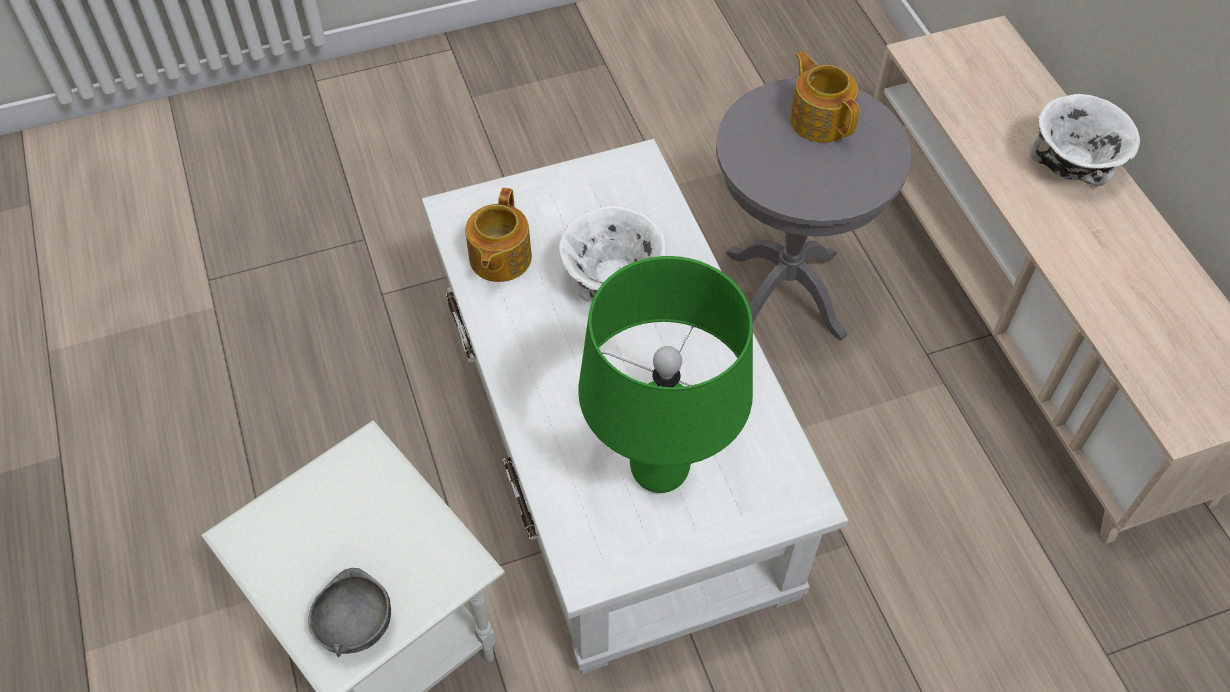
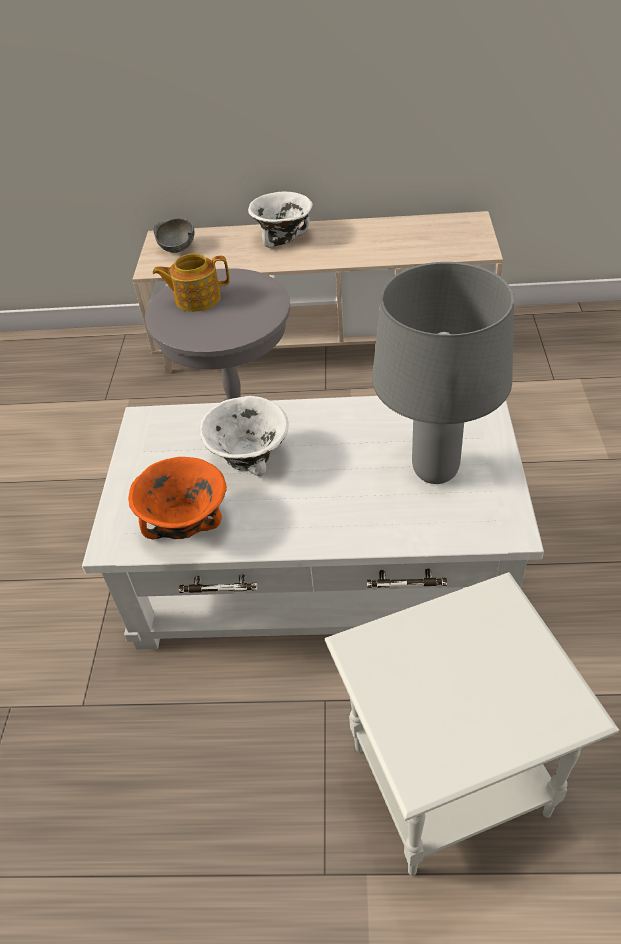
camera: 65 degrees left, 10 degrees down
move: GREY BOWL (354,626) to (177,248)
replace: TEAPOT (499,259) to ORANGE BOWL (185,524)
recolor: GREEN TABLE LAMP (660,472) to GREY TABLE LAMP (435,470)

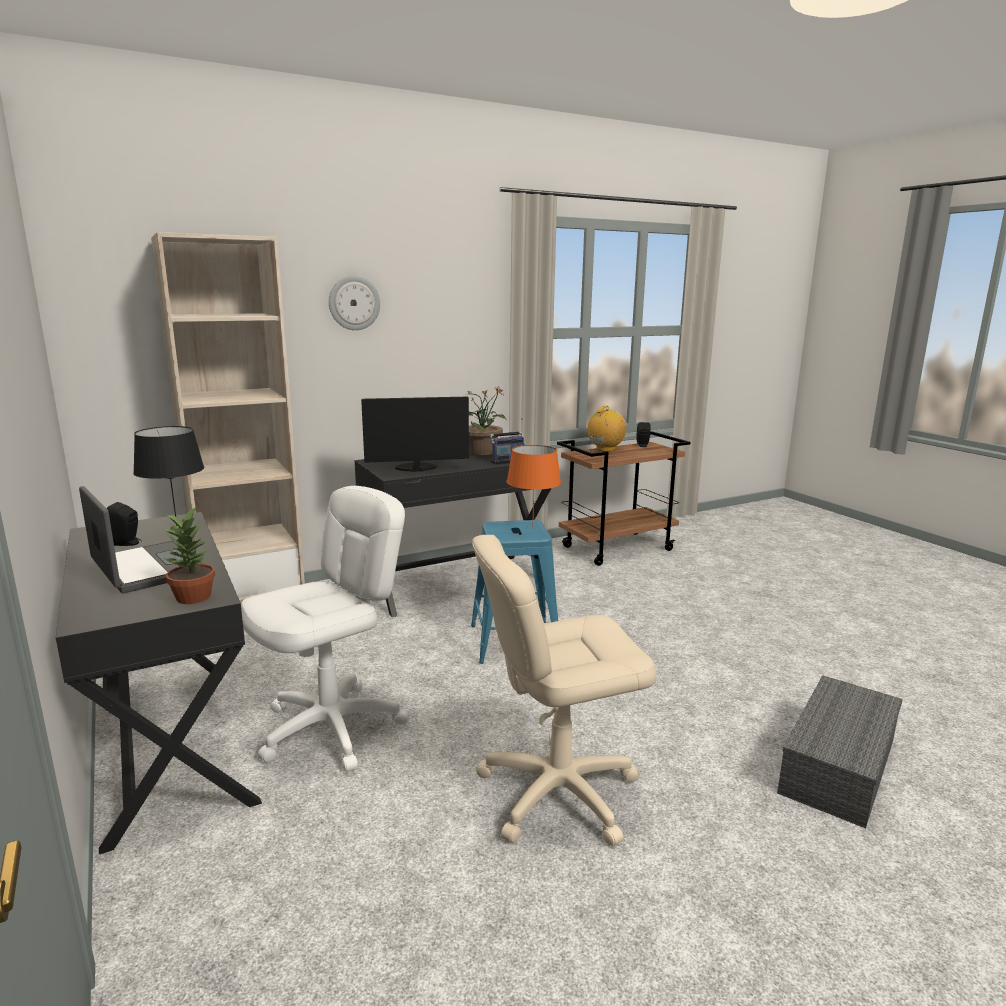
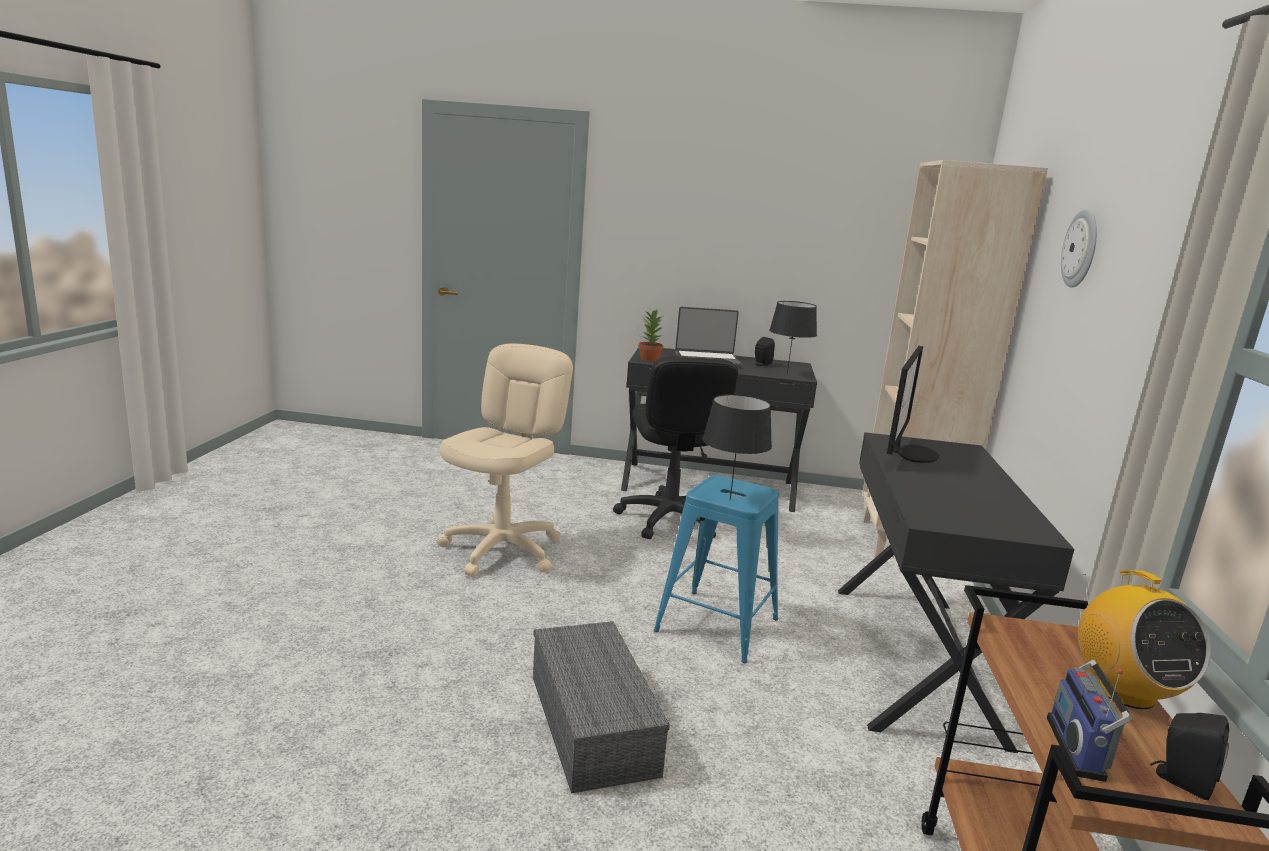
camera: 125 degrees right, 0 degrees up
delete: POTTED PLANT (482,452)
move: GREY STORAGE BOX (836,764) to (595,725); RADIO (507,461) to (1080,749)
recolor: WHITE OFFICE CHAIR (332,728) to BLACK OFFICE CHAIR (669,519); ORANGE TABLE LAMP (533,528) to BLACK TABLE LAMP (730,500)

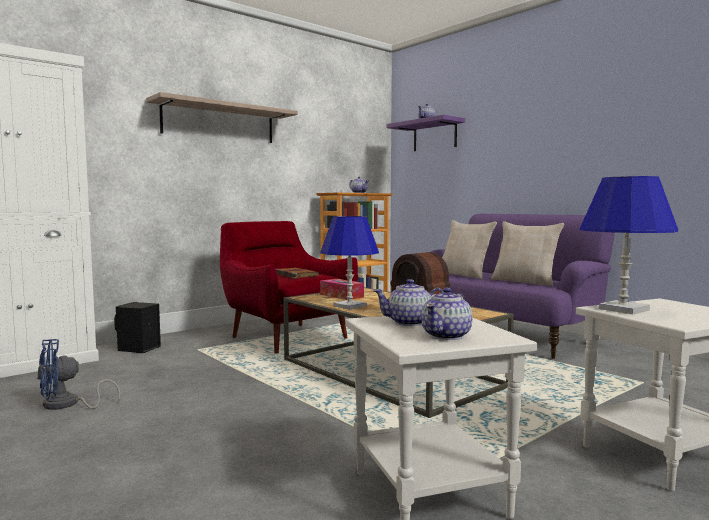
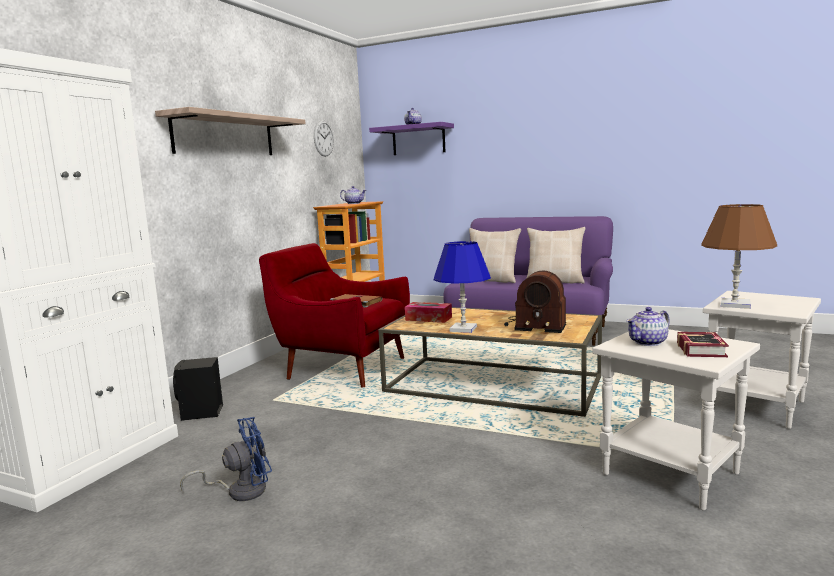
camera: 25 degrees left, 5 degrees up
insert: WALL CLOCK (323,138)
replace: TEAPOT (447,336) to BOOK (702,349)
recolor: BLUE TABLE LAMP (623,309) to BROWN TABLE LAMP (734,305)
rotate: BLUE FAN (67,405) = (240,491) 150 degrees counterclockwise

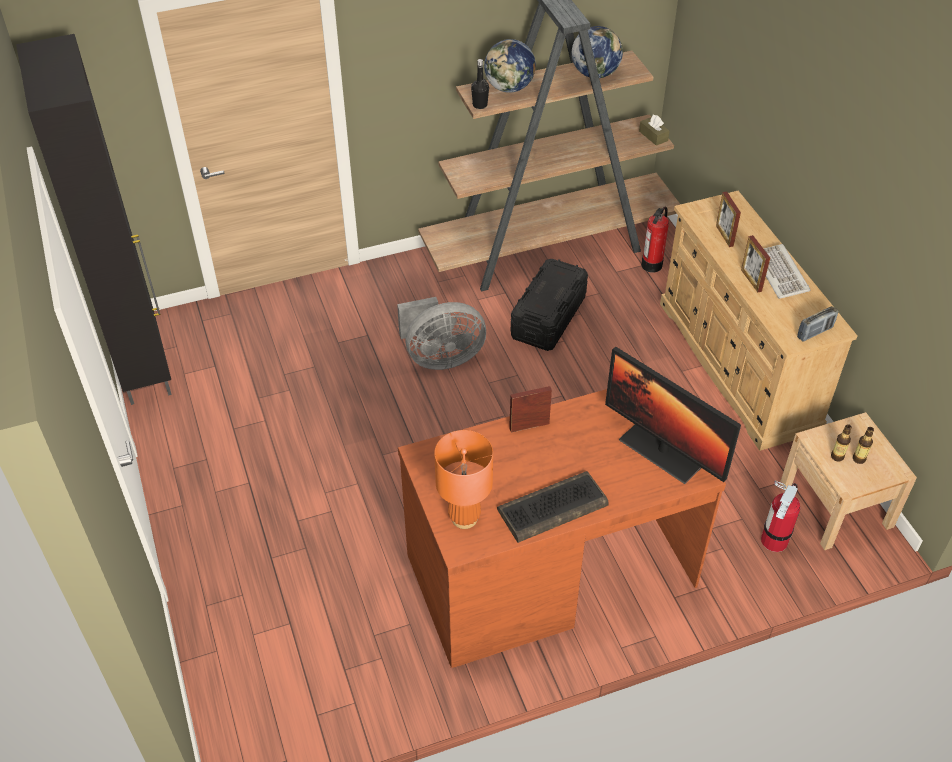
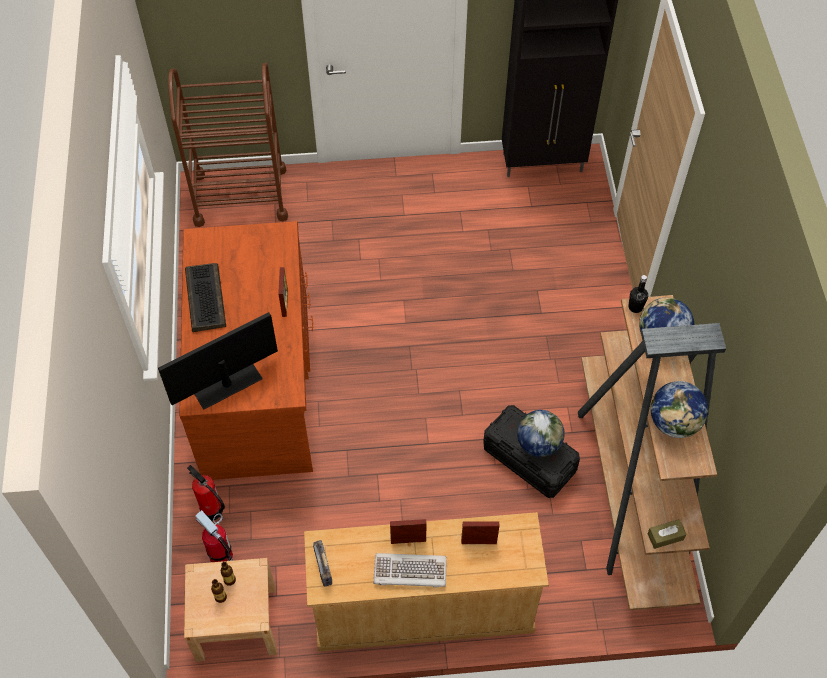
camera: 105 degrees right, 10 degrees up
delete: GREY FAN (441,357); ORANGE TABLE LAMP (464,518)
insert: BROWN CART (240,196); GLOBE (538,444)
move: FIRE EXTINGUISHER (652,265) to (211,510)

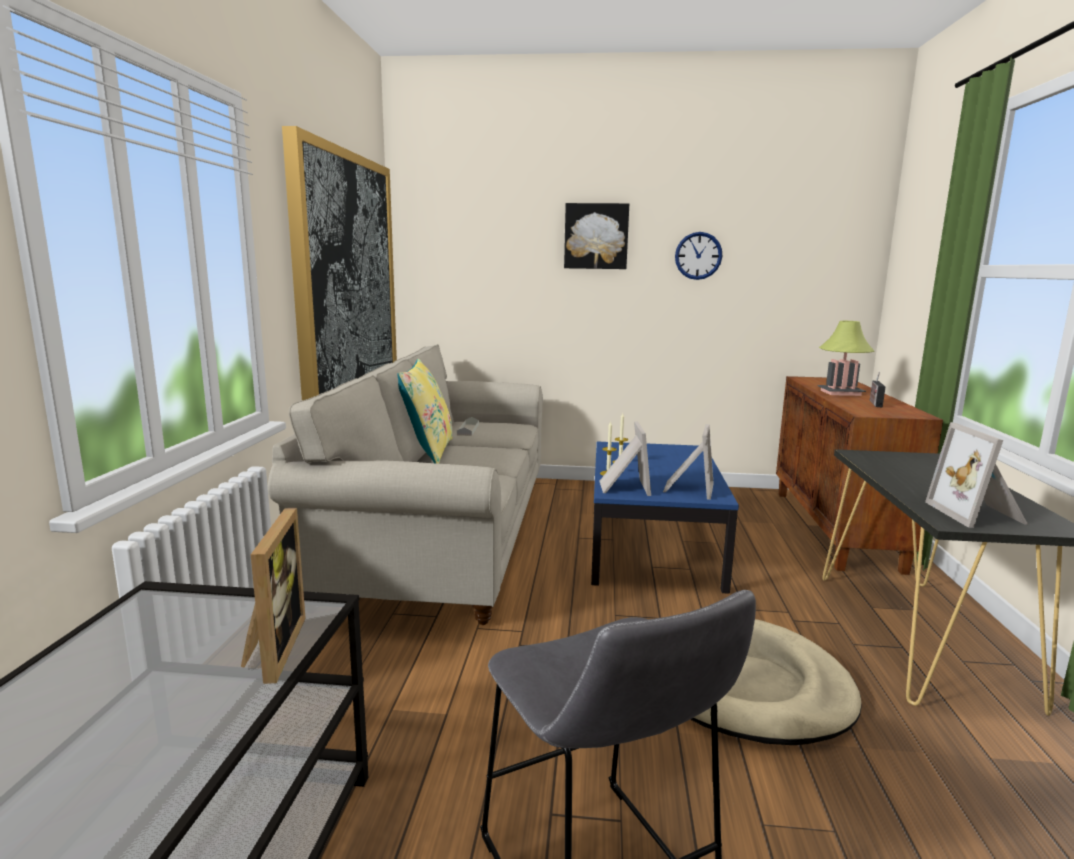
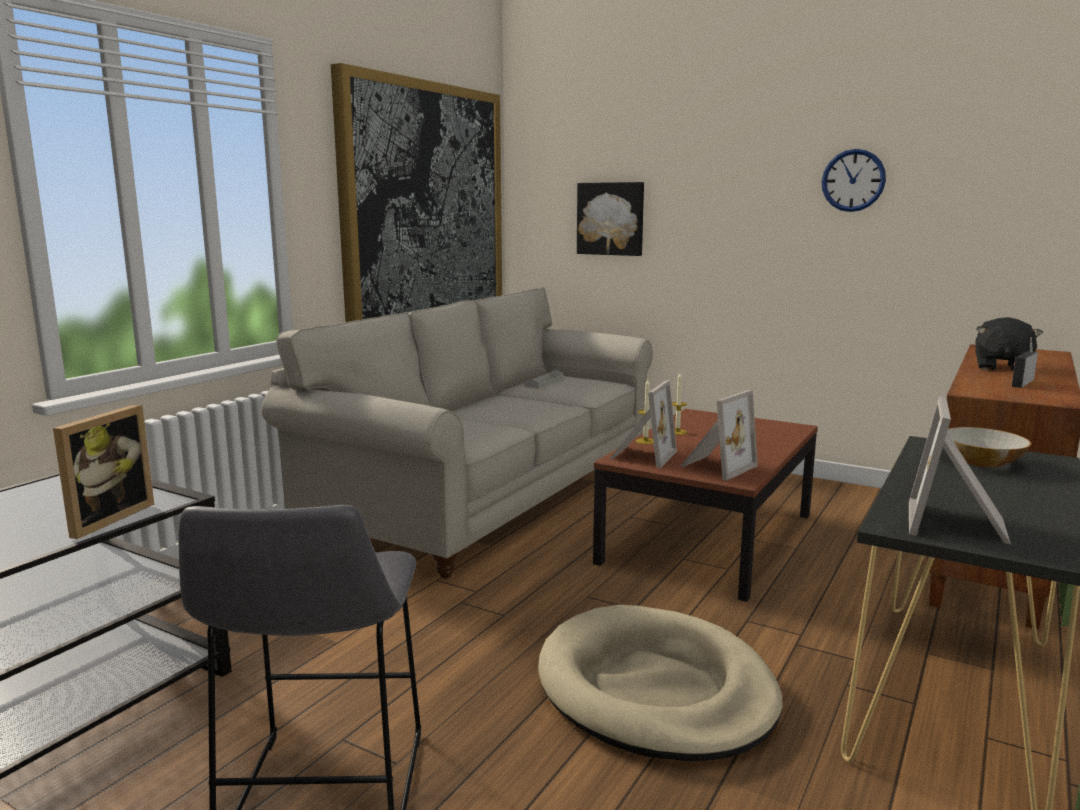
camera: 25 degrees right, 0 degrees up
delete: YELLOW PILLOW (428,451)
insert: BOWL (980,461)
move: PICTURE (596,236) to (611,218)
replace: TABLE LAMP (840,393) to BLACK PLUSH TOY (1001,367)
recolor: BLUE COFFEE TABLE (651,545) to BROWN COFFEE TABLE (708,538)

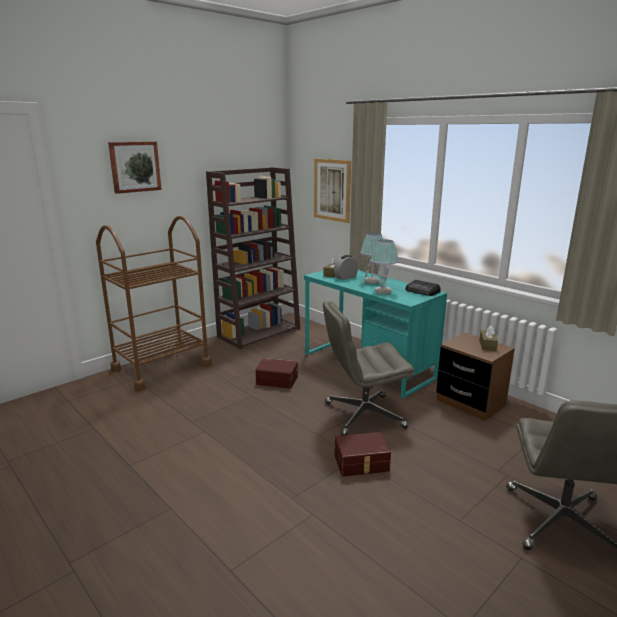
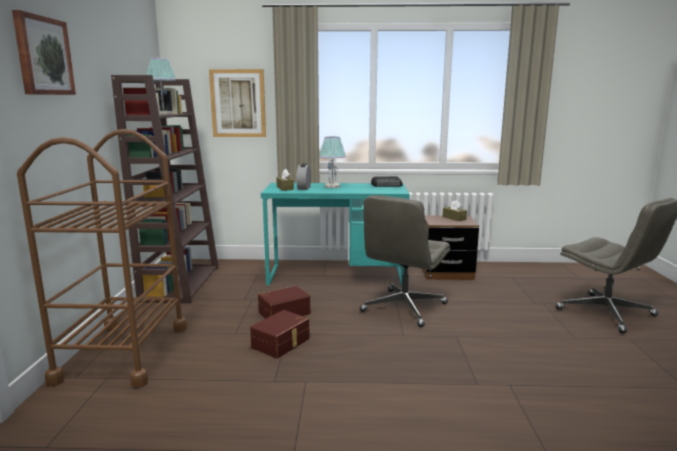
camera: 45 degrees left, 5 degrees down
move: TABLE LAMP (383,291) to (163,113); BROWN STORAGE BOX (362,463) to (282,343)

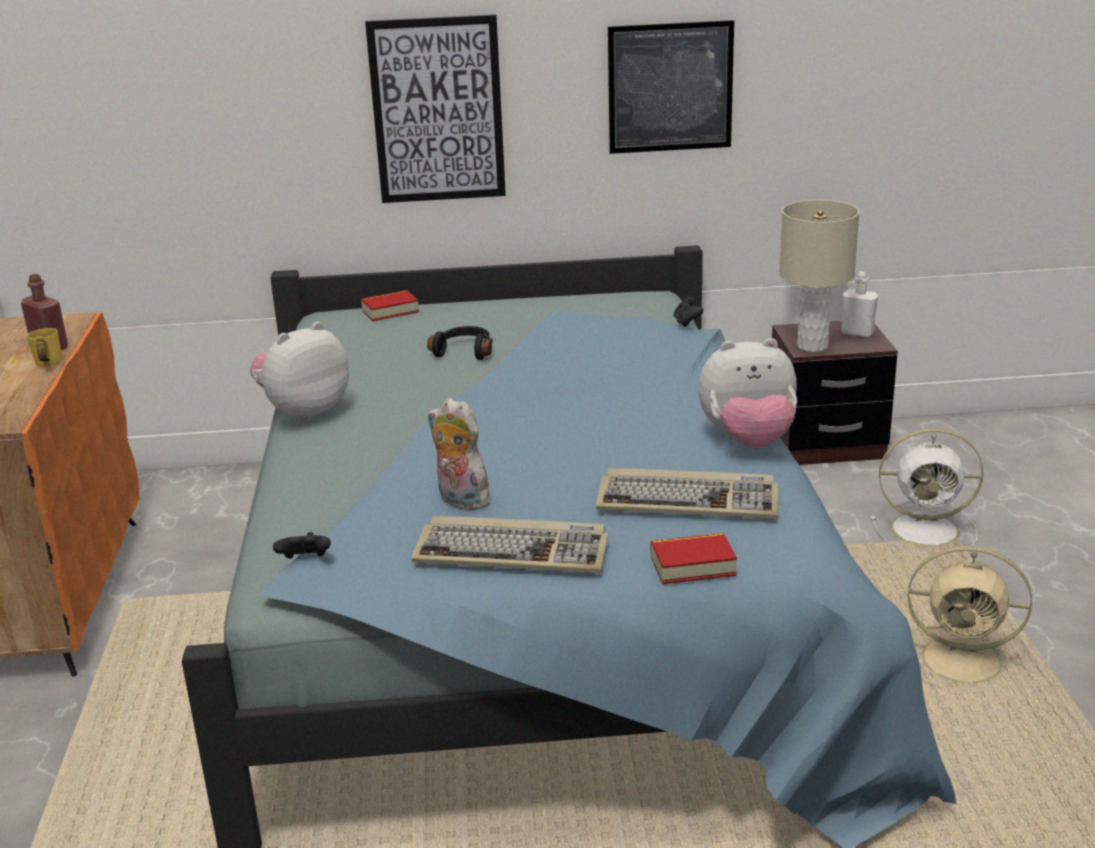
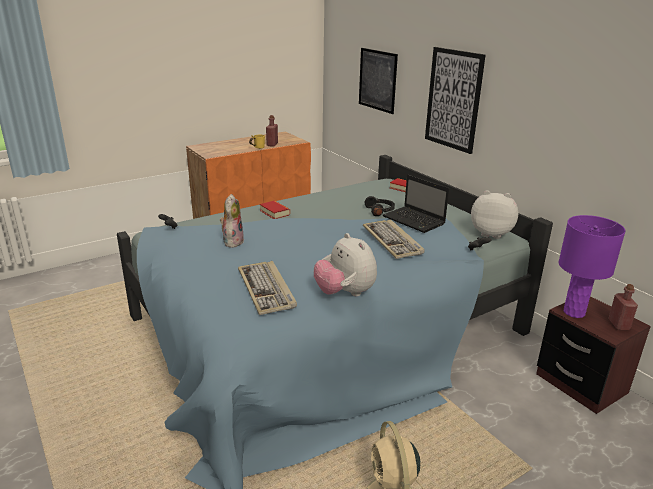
camera: 60 degrees right, 0 degrees up
delete: WHITE FAN (928,530)
insert: LAPTOP (415,221)
move: BOOK (692,565) to (275,213); PICTURE (670,87) to (377,80); KEYBOARD (513,551) to (393,241); PLUSH TOY (303,412) to (491,233)
recolor: BEIGE TABLE LAMP (811,346) to PURPLE TABLE LAMP (573,312); WHITE BOTTLE (857,333) to RED BOTTLE (618,325)

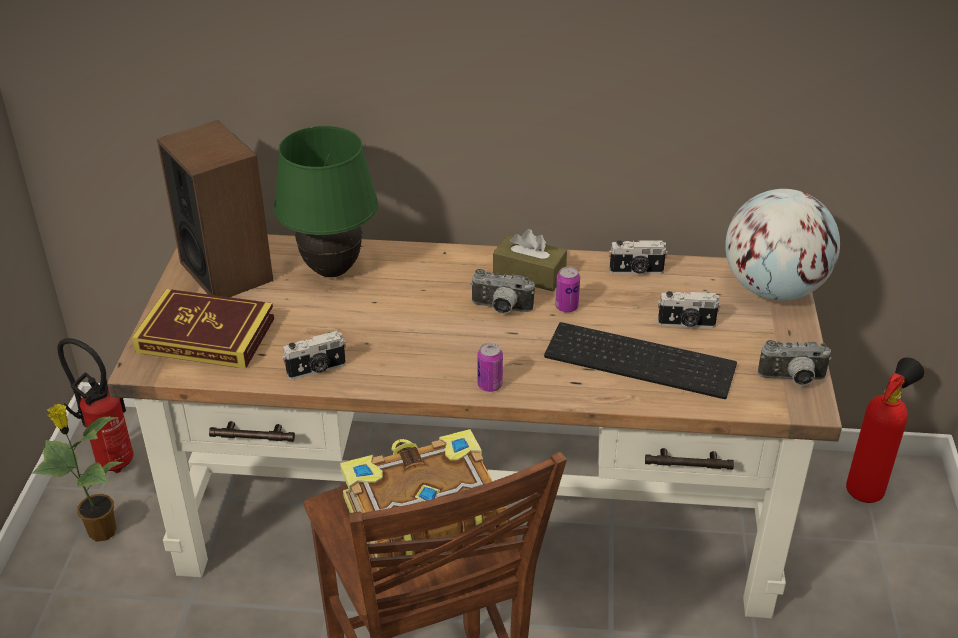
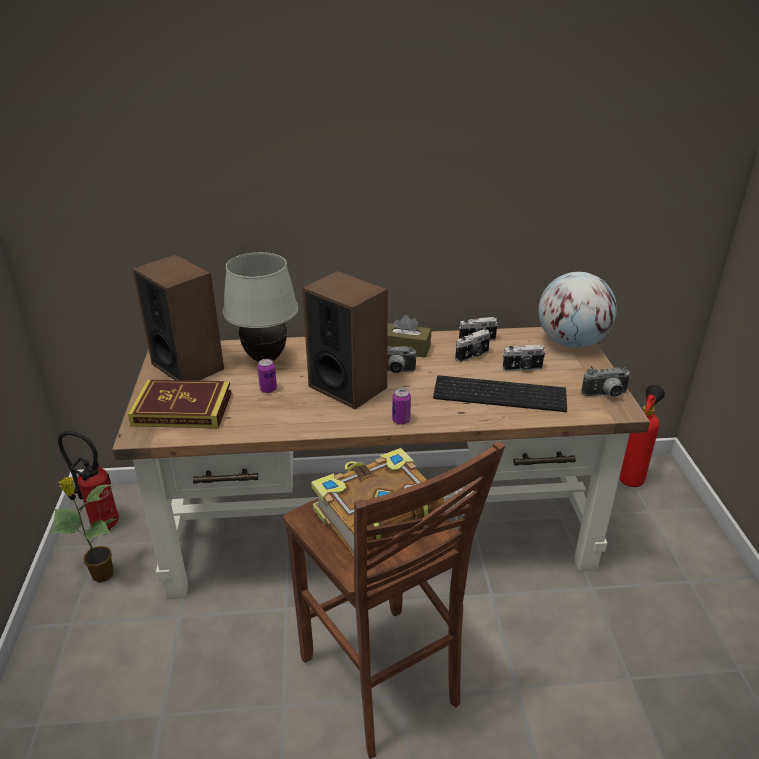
camera: 10 degrees left, 5 degrees down
insert: SPEAKER (347,386)
move: CAN (566,307) to (268,389); PHOTO CAMERA (317,370) to (473,356)
recolor: GREEN TABLE LAMP (332,270) to WHITE TABLE LAMP (266,358)

